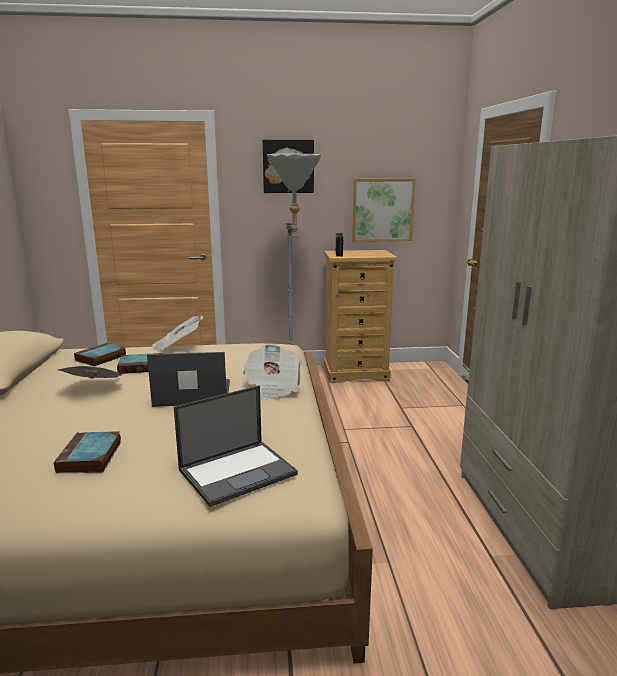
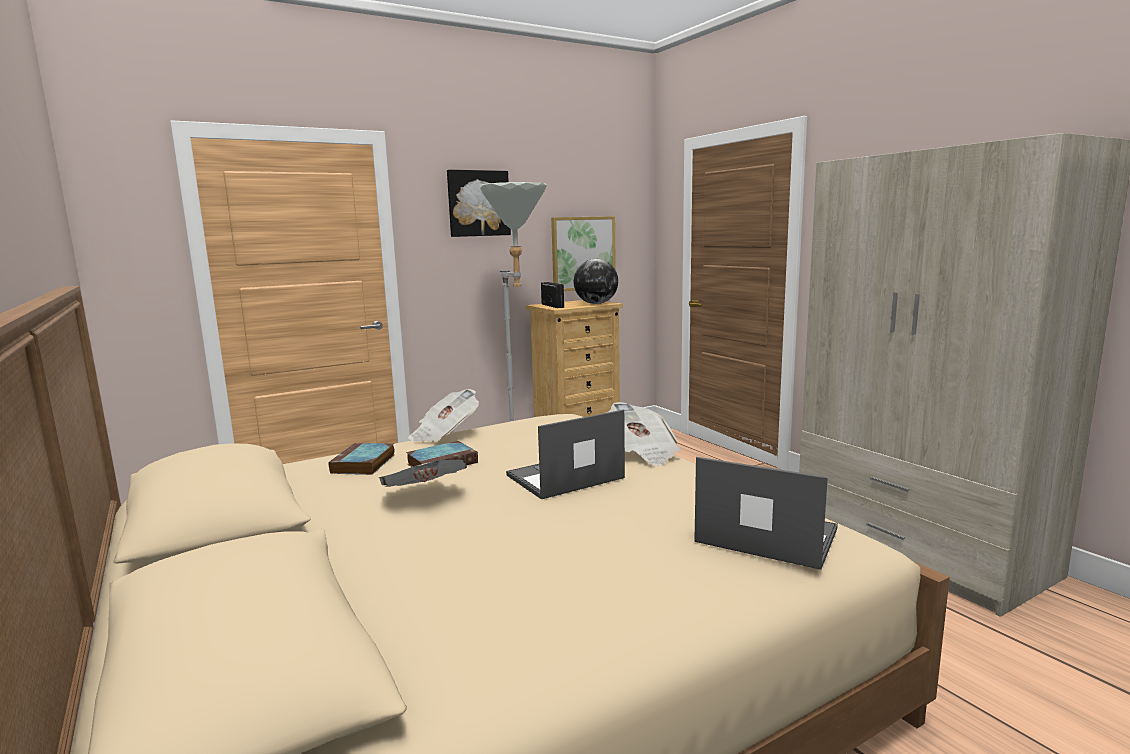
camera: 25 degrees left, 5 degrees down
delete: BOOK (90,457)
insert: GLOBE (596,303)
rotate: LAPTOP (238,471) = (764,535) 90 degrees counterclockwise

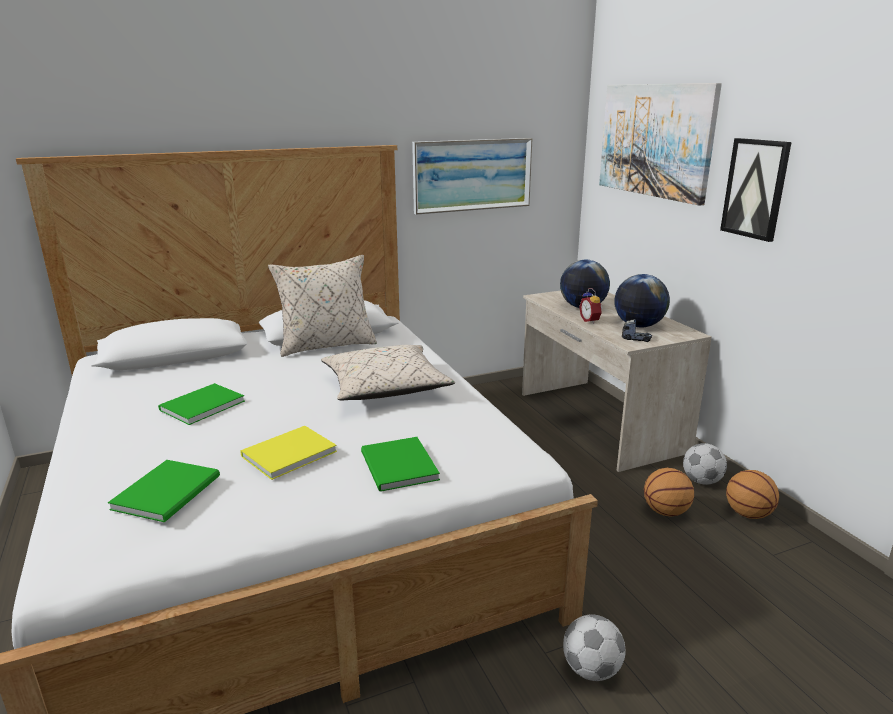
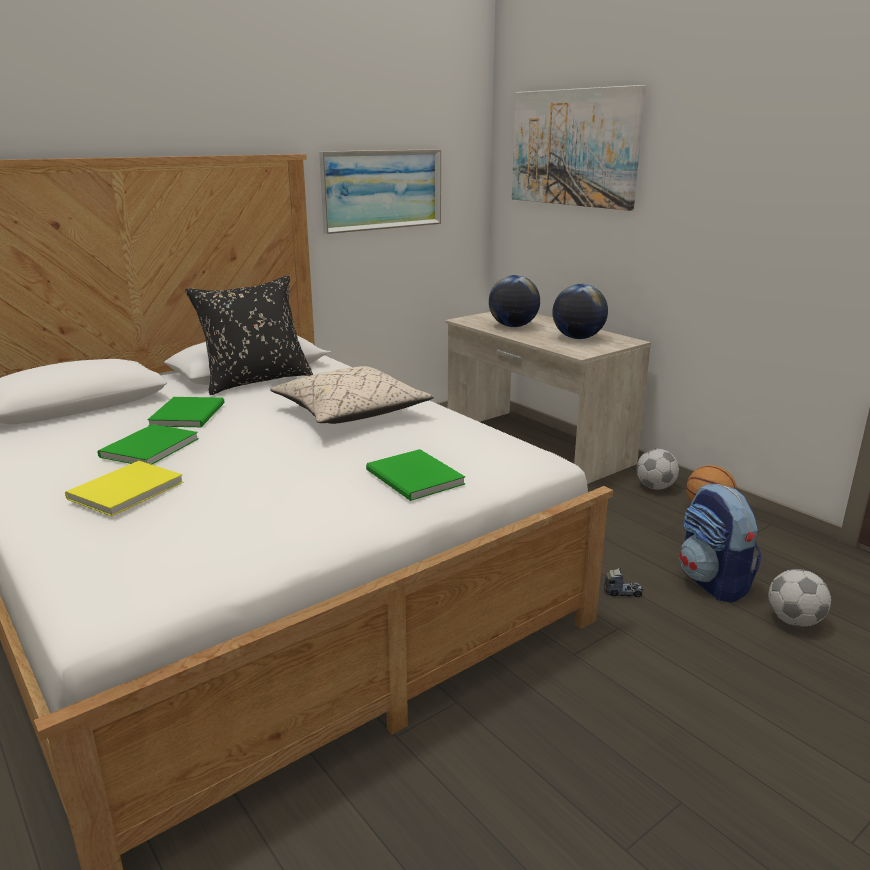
camera: 15 degrees left, 0 degrees up
delete: ALARM CLOCK (591,321); BASKETBALL (665,512); PICTURE (755,189)
insert: BACKPACK (713,582)
move: YELLOW BOOK (286,454) to (122,491); GREEN BOOK (170,491) to (190,414); TOY TRUCK (636,339) to (622,592); FOOTBALL (591,670) to (794,621)
recolor: BEIGE PILLOW (326,345) to BLACK PILLOW (255,381)

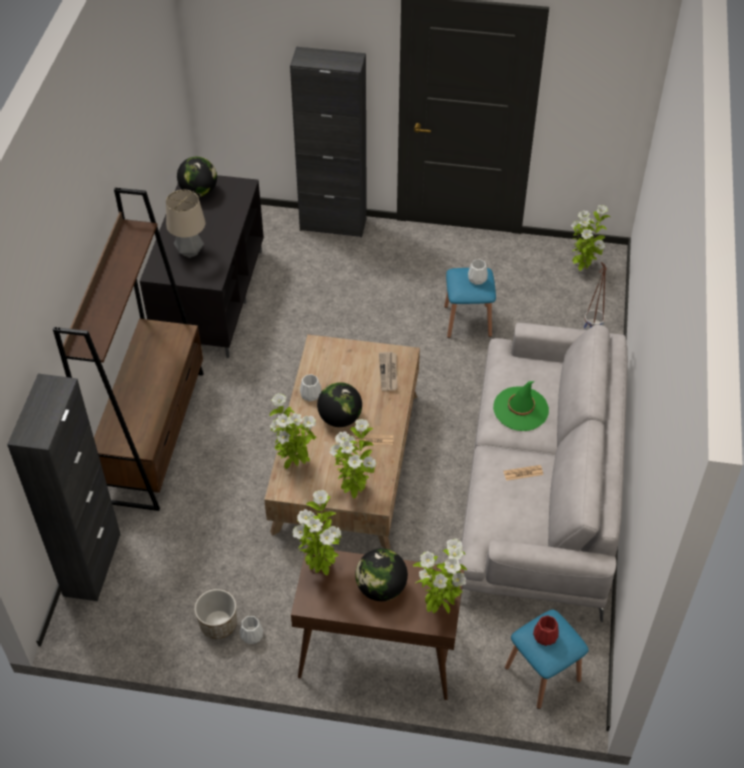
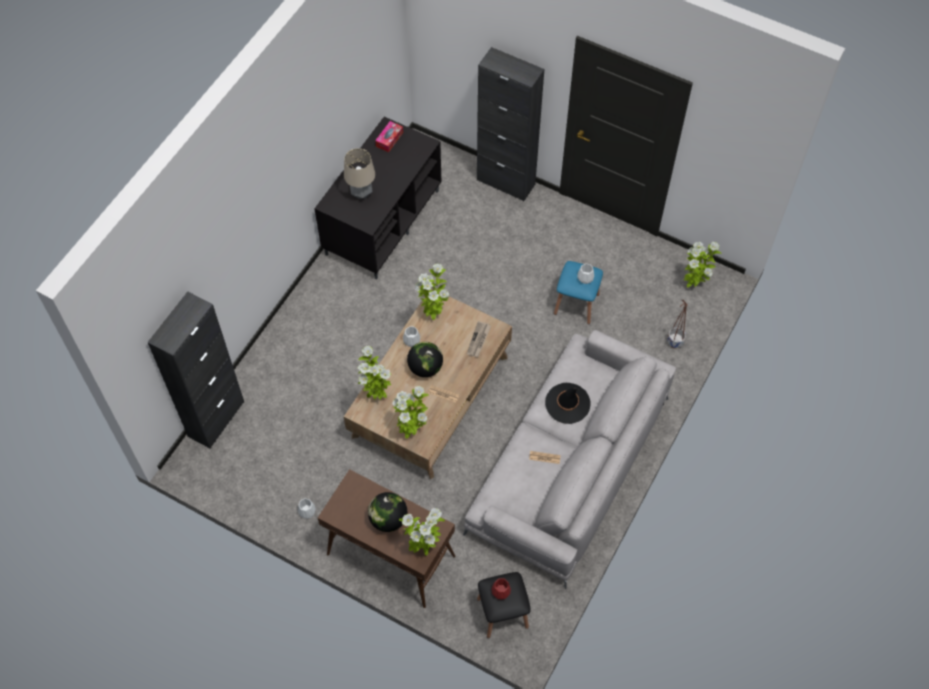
camera: 20 degrees right, 10 degrees up
delete: BROWN BOOKCASE (155,435); PLANTER (218,624)
move: POTTED PLANT (320,566) to (433,313)
replace: GLOBE (199,191) to TISSUE BOX (389,139)
recolor: BLUE STOOL (542,674) to BLACK STOOL (502,613); GREEN HAT (521,409) to BLACK HAT (567,403)

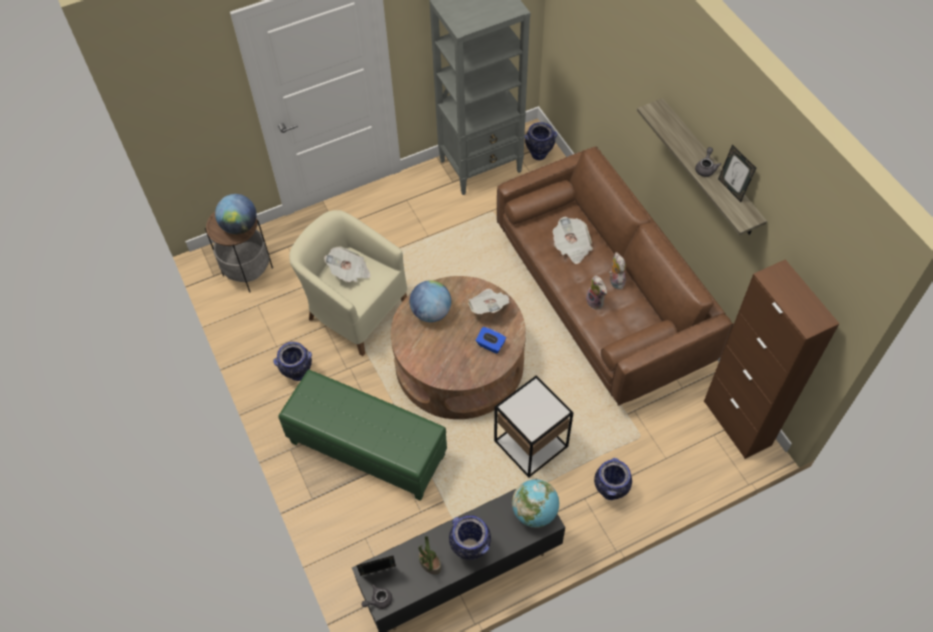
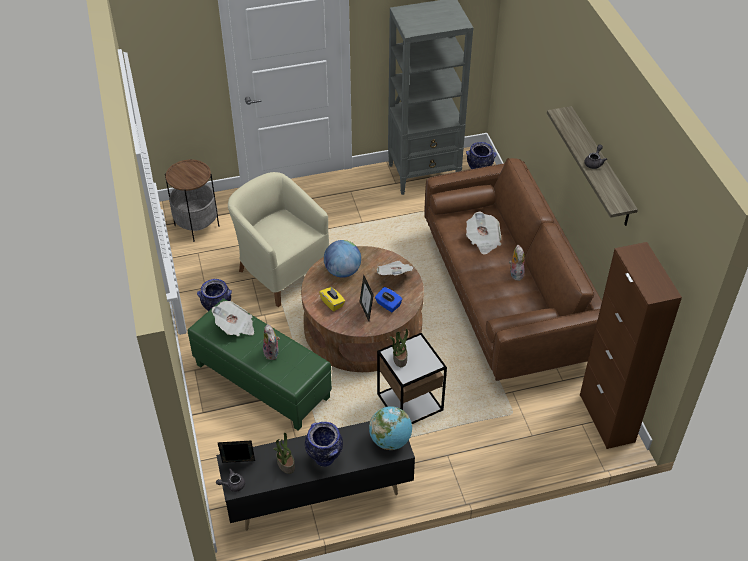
camera: 10 degrees right, 10 degrees down
delete: GLOBE (240,226); VASE (610,491)
insert: YELLOW TISSUE BOX (332,303); POTTED PLANT (399,358)
move: NEWSPAPER (349,272) to (235,327); PLUSH TOY (596,301) to (272,353); PICTURE FRAME (731,189) to (366,311)

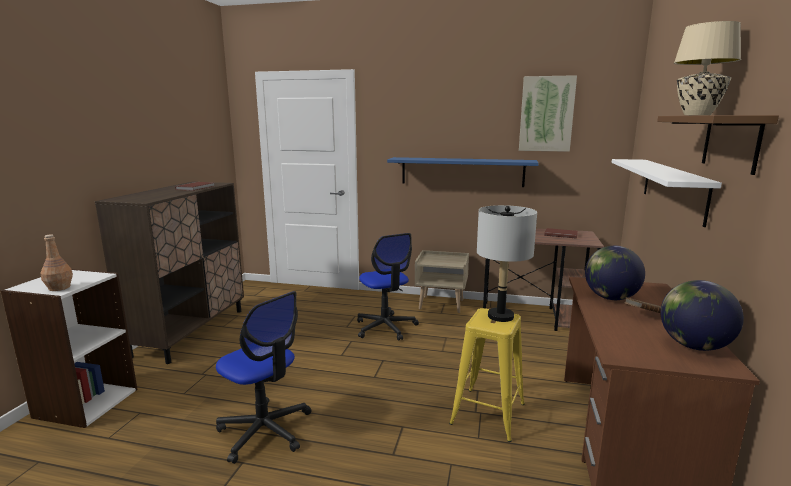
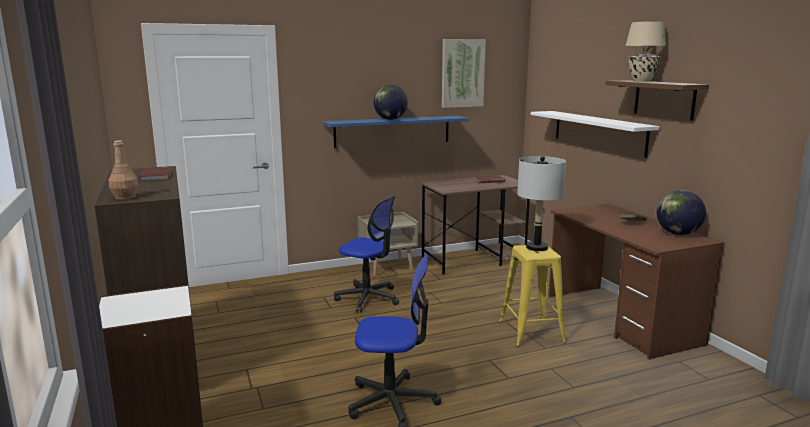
camera: 35 degrees left, 0 degrees up
move: BROWN BOTTLE (60,288) to (125,197); GLOBE (610,298) to (390,119)

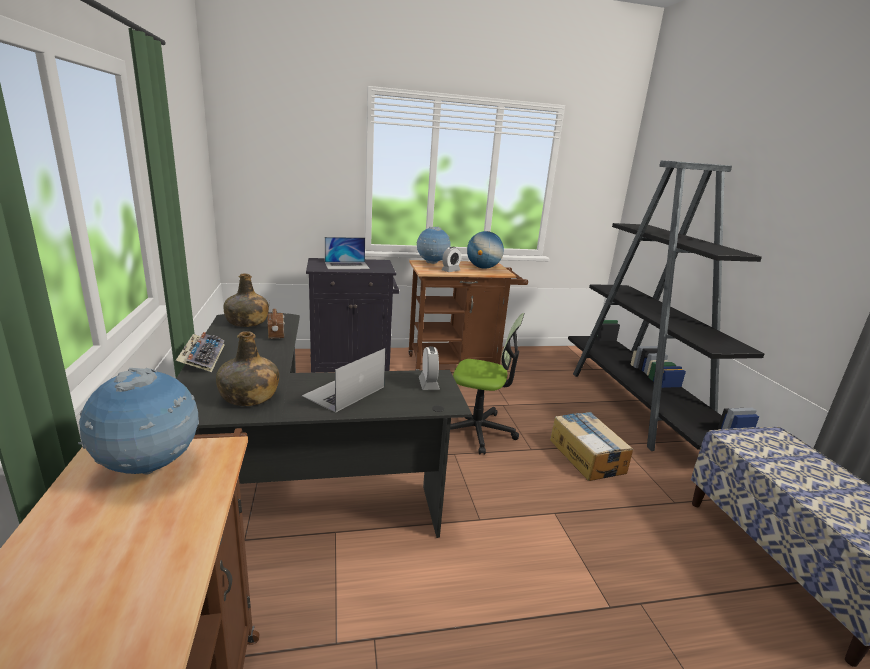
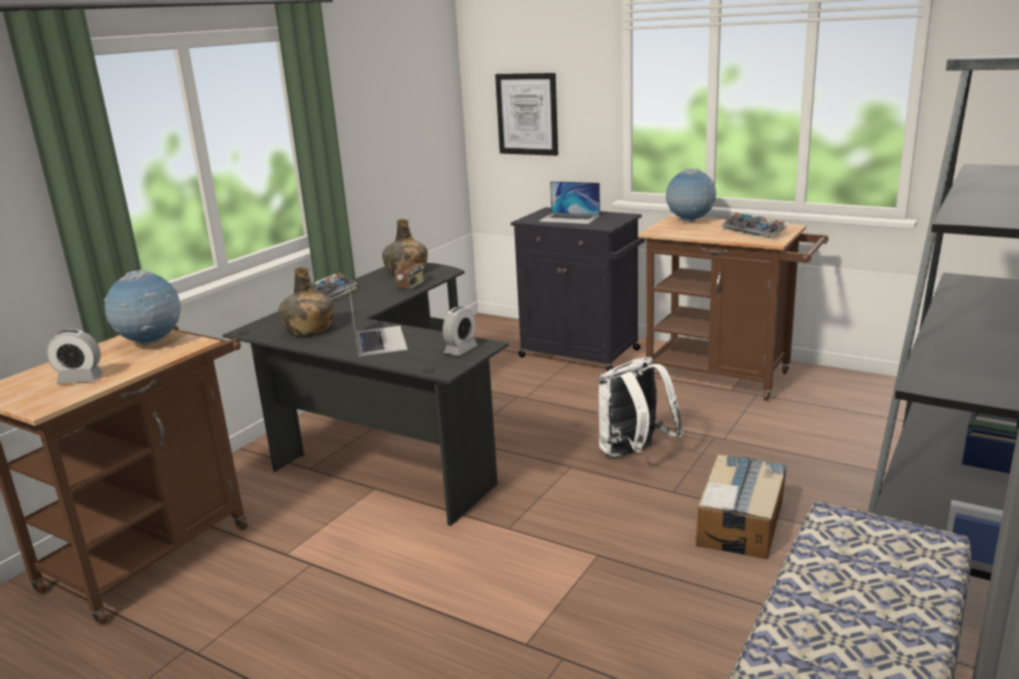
camera: 45 degrees right, 0 degrees up
insert: PICTURE (527,114)
move: ALARM CLOCK (450,270) to (80,379)
replace: OFFICE CHAIR (478,431) to WHITE BACKPACK (634,454); GLOBE (483,268) to KEYBOARD (755,232)
rotate: LAPTOP (344,391) = (379,340) 90 degrees clockwise

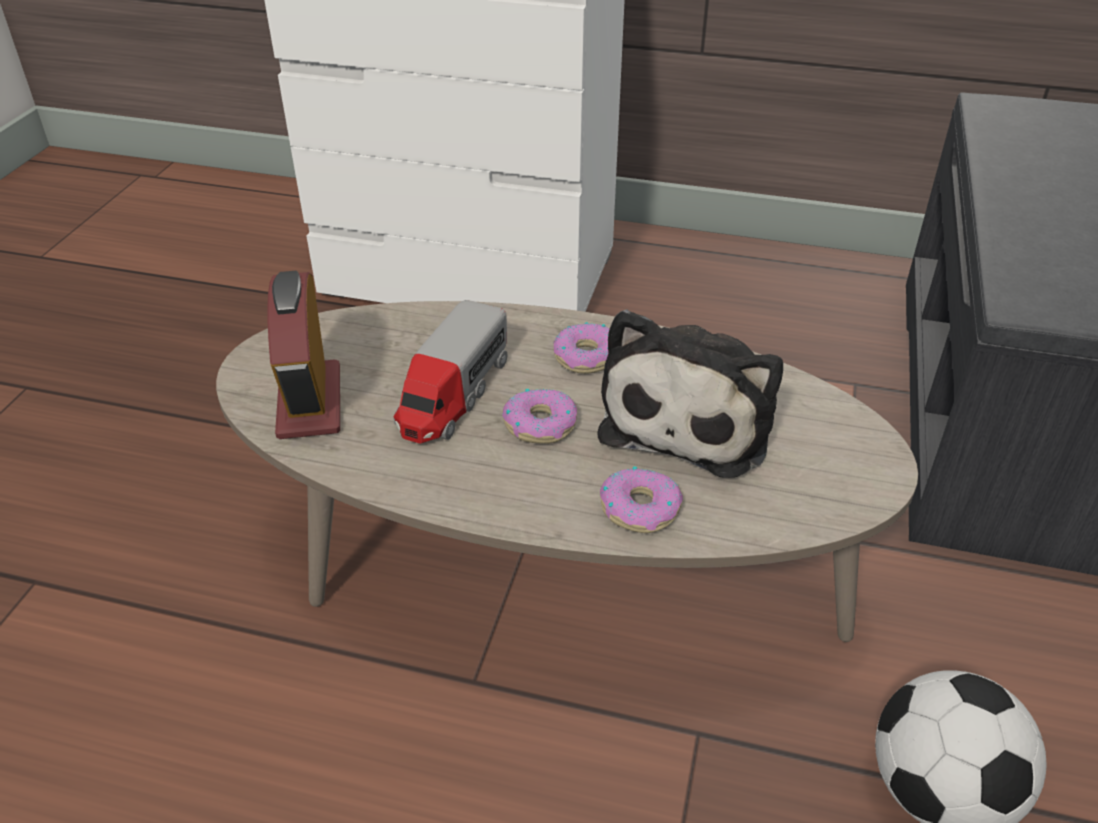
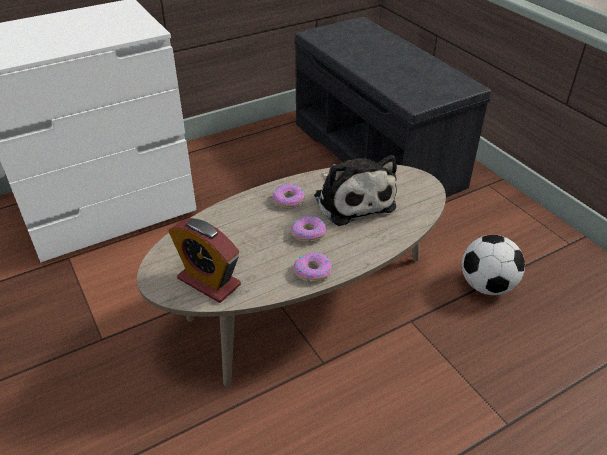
camera: 45 degrees left, 0 degrees up
delete: TOY TRUCK (452,395)
move: DONUT (639,508) to (312,271)

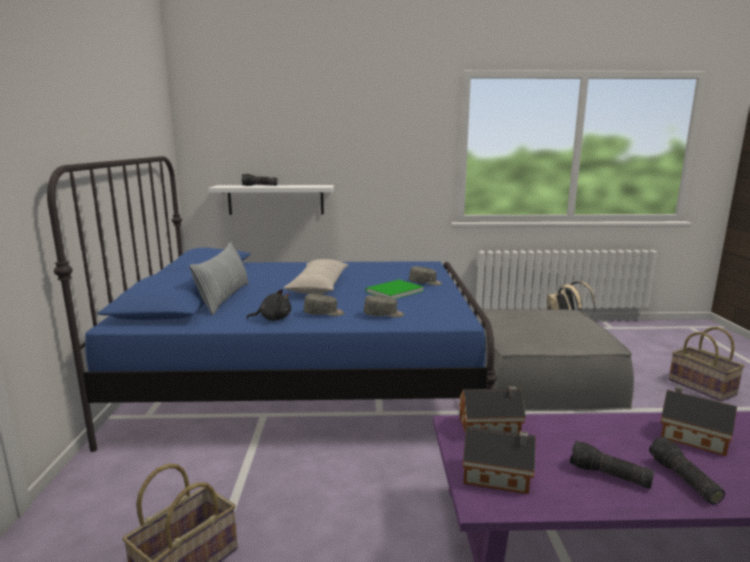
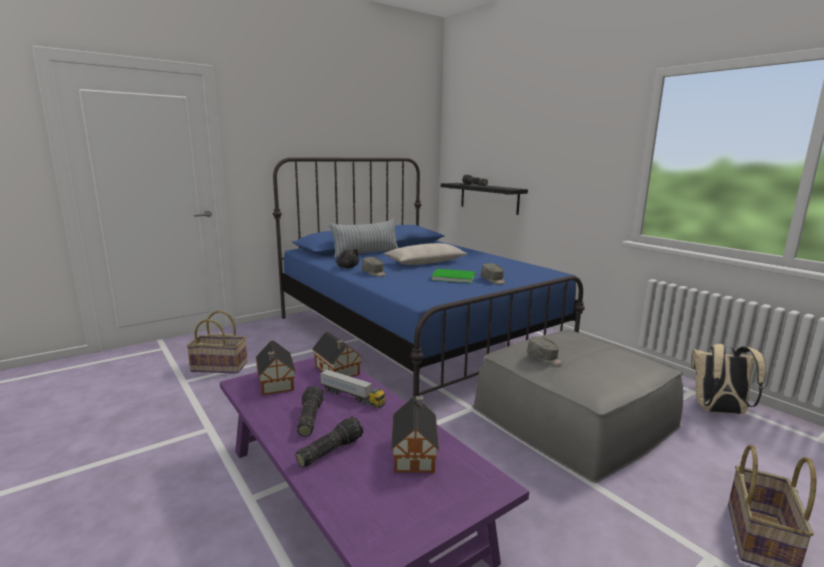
camera: 55 degrees right, 0 degrees up
insert: TOY TRUCK (352,397)
move: GREY CAP (384,315) to (545,358)
recolor: WHITE SHELF (276,199) to BLACK SHELF (489,198)

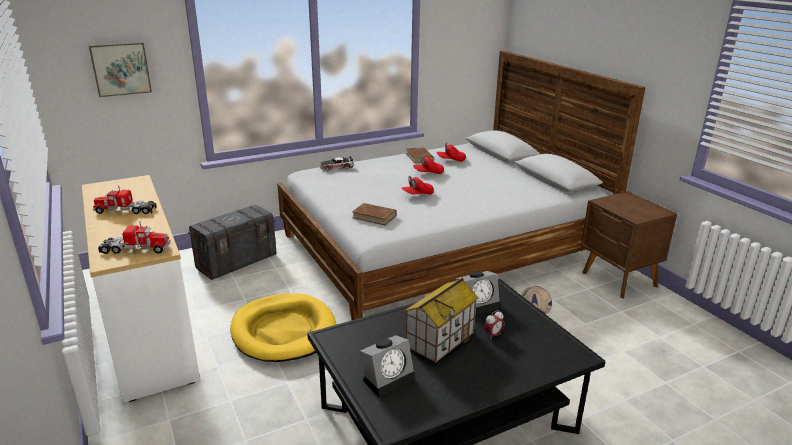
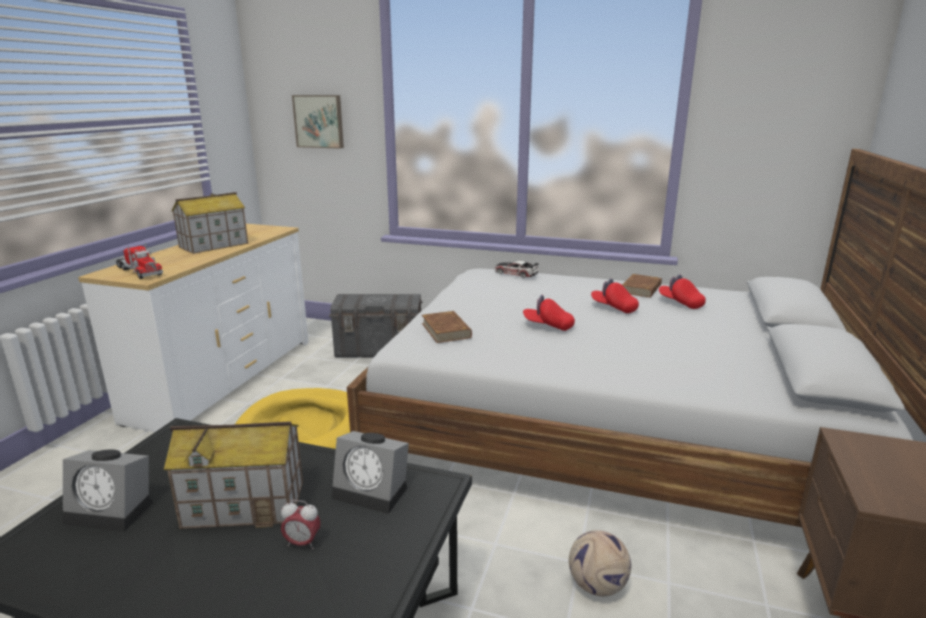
camera: 45 degrees right, 5 degrees down
replace: TOY TRUCK (126,210) to TOY HOUSE (213,245)

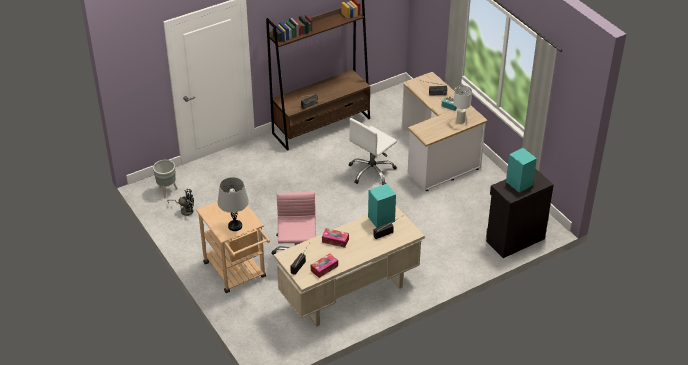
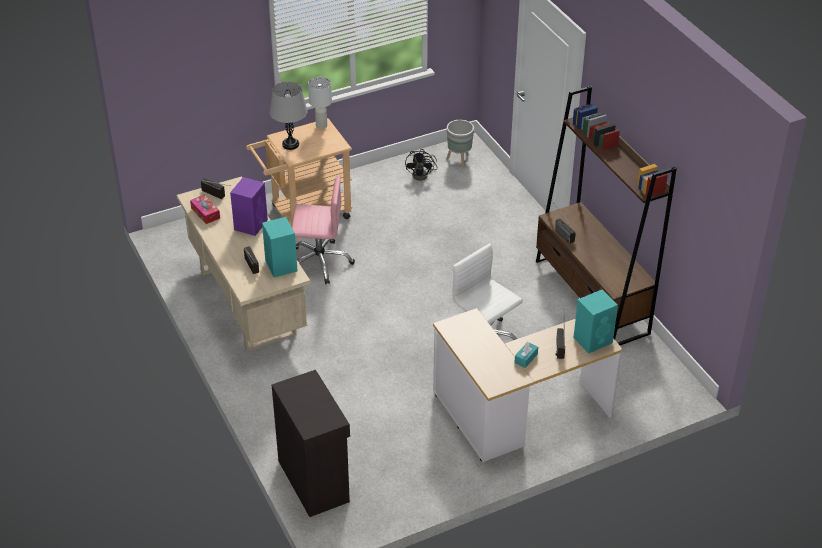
camera: 95 degrees right, 0 degrees up
move: WHITE TABLE LAMP (460,121) to (321,125); TURQUOISE SPEAKER (518,183) to (593,340)
replace: TISSUE BOX (335,240) to PURPLE SPEAKER (251,224)

